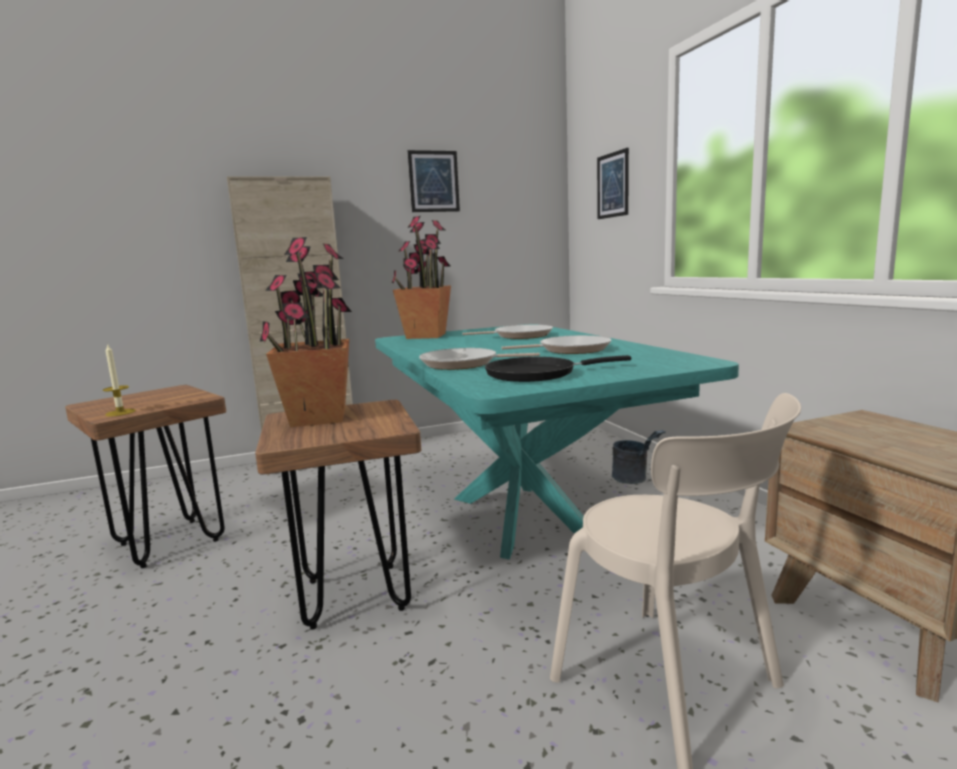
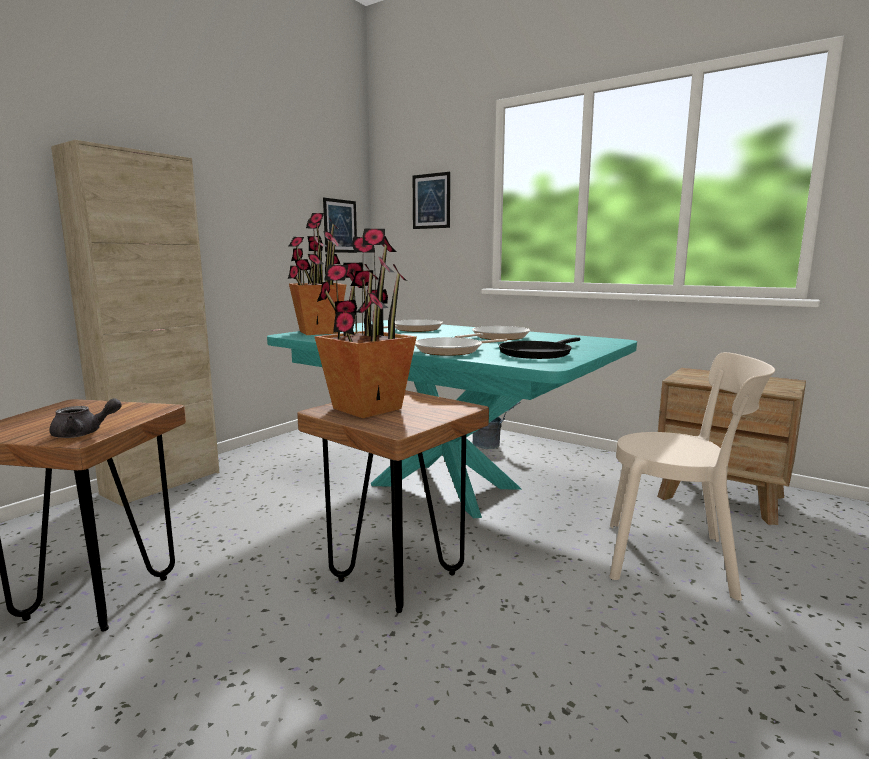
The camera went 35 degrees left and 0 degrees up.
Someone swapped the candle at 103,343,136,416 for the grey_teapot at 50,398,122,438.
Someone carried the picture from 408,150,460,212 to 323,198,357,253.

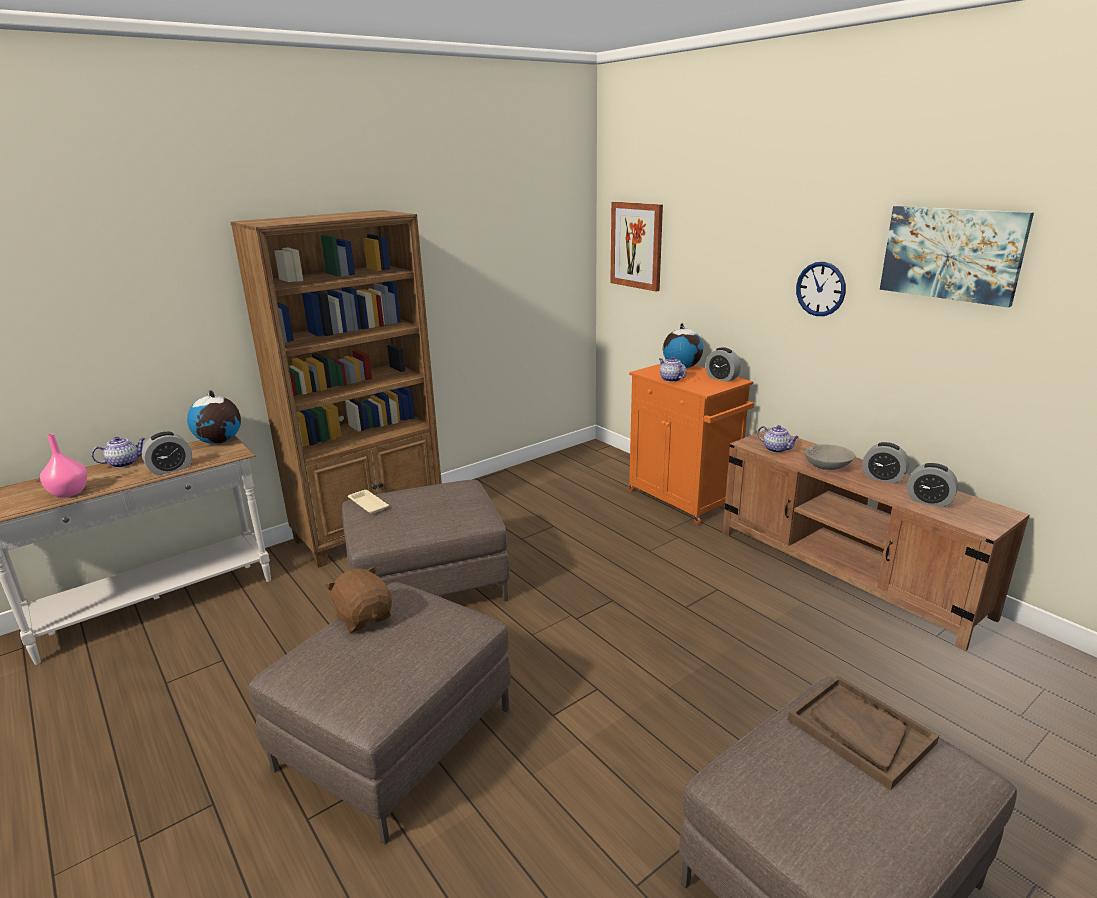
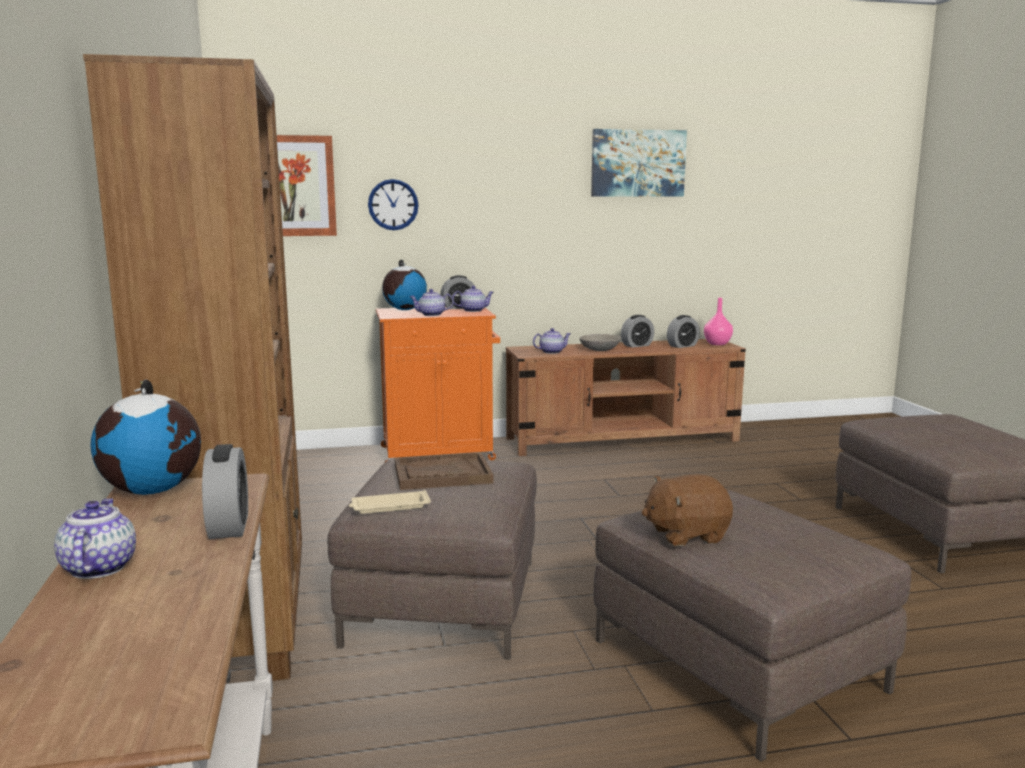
The camera went 65 degrees left and 10 degrees down.
Someone carried the wall_clock from 796,262,846,316 to 368,179,419,230.
Someone carried the brown_tray from 788,675,939,790 to 395,452,494,490.
Someone put down the teapot at 452,286,494,312.
Someone carried the pink_vase from 40,434,87,498 to 704,298,733,345.

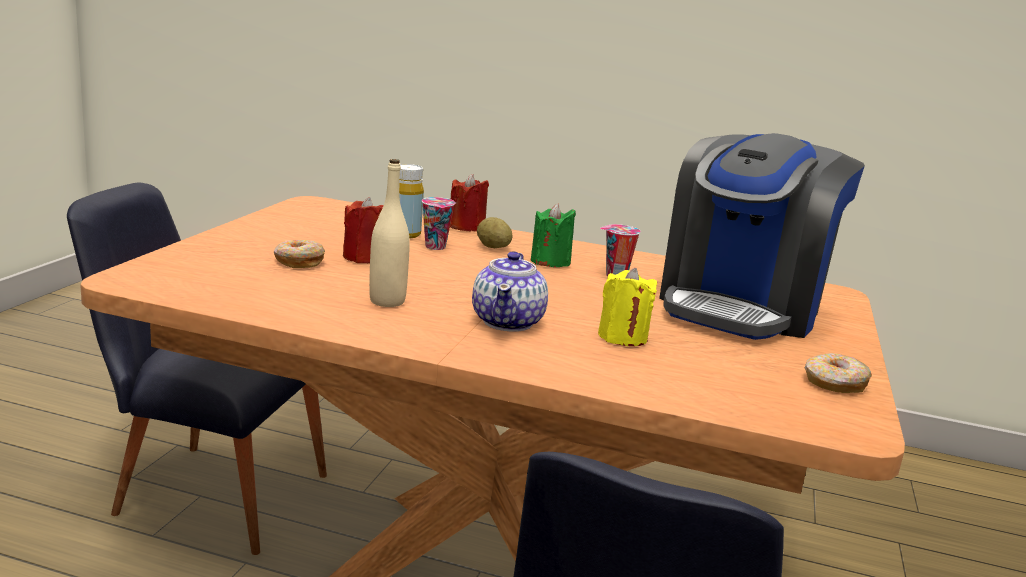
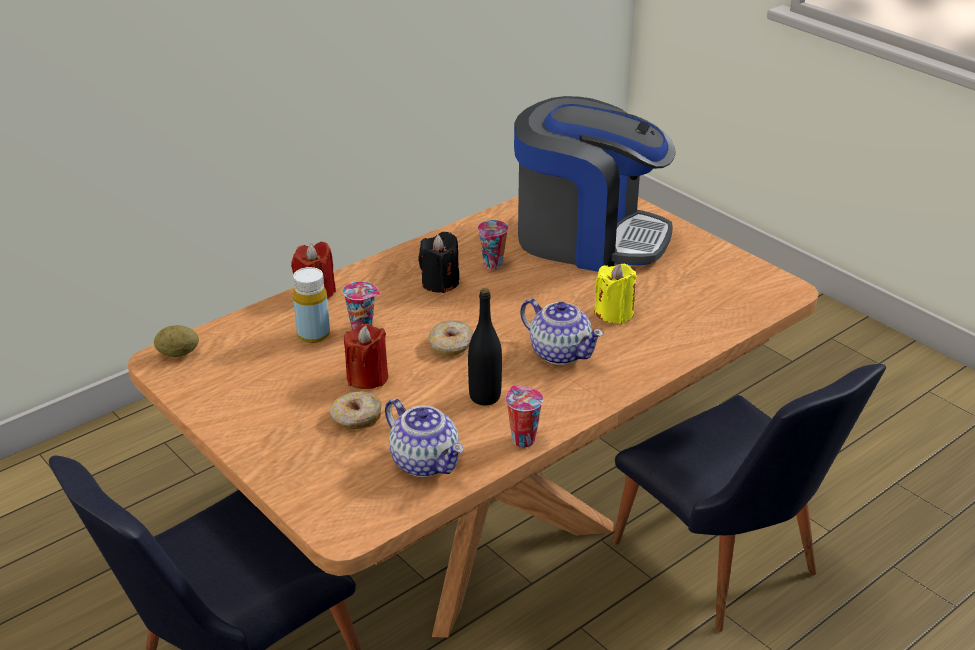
The camera went 55 degrees left and 15 degrees up.
Someone carried the potato from 477,217,513,248 to 154,325,199,357.
Someone put down the teapot at 385,399,464,477.
Someone repainted the green_candle at 531,204,576,267, which became the black_candle at 418,232,459,293.
Someone carried the donut from 805,353,872,393 to 428,320,473,356.
Someone repainted the beige_bottle at 369,159,410,307, which became the black_bottle at 468,288,502,405.
Someone put down the cup at 505,385,543,448.
Someone rotated the coffee_machine at 659,133,865,340 by 45 degrees counterclockwise.

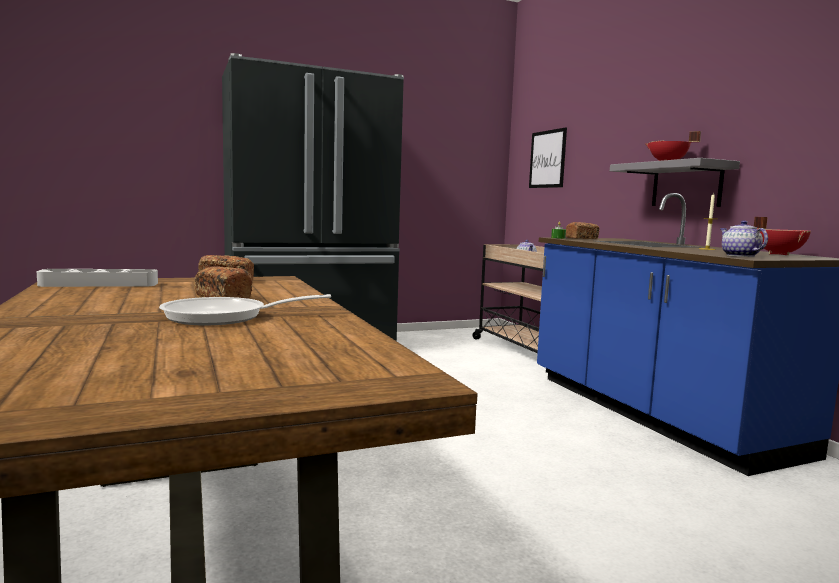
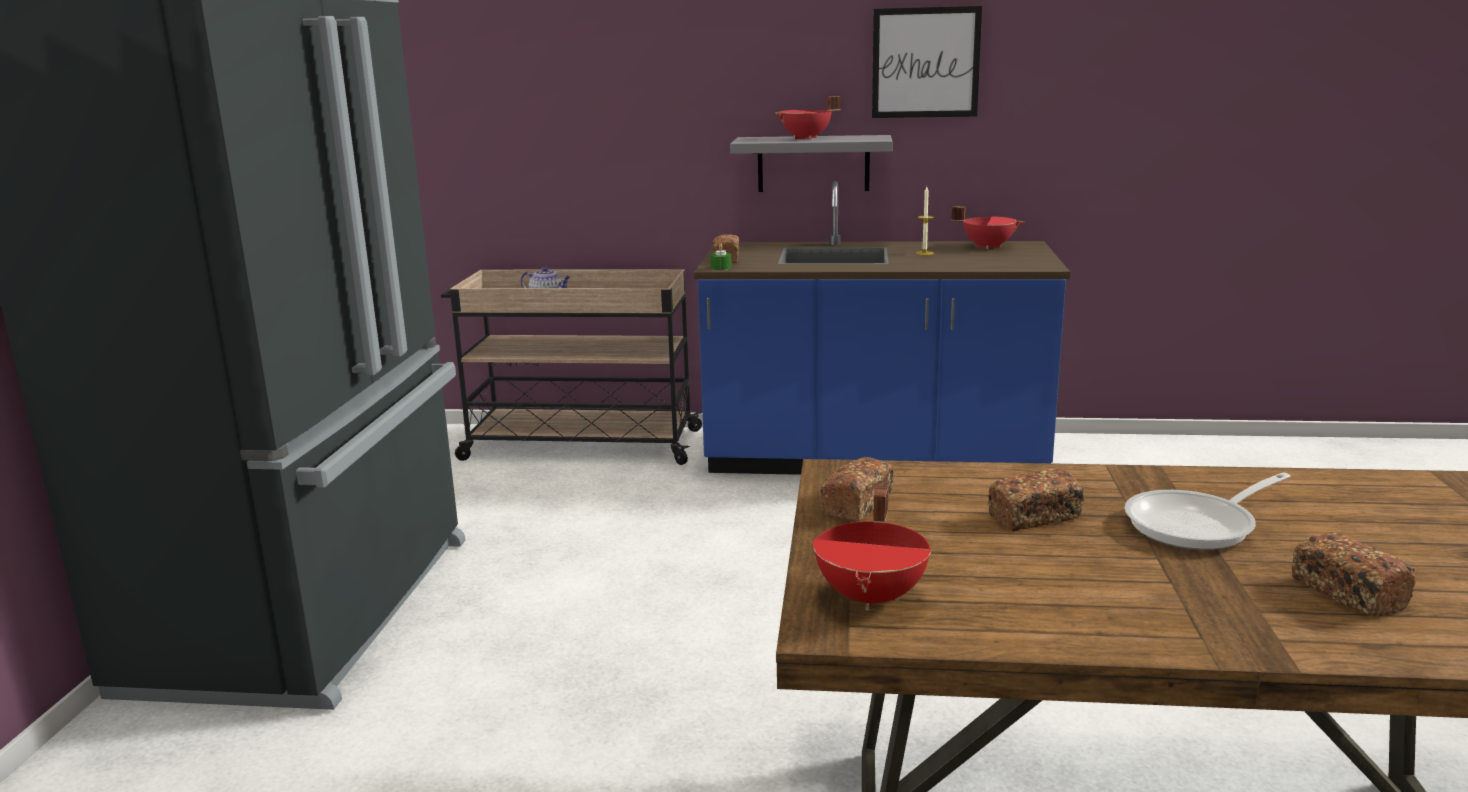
The camera went 60 degrees left and 10 degrees up.
Someone swapped the grey_tray at 37,269,158,287 for the red_cooking_pot at 813,486,931,611.
Someone carried the picture from 529,127,567,188 to 872,6,982,118.
Someone rotated the frying_pan at 159,294,331,325 by 45 degrees clockwise.
Someone put down the bread at 1292,533,1416,617.
Someone took away the teapot at 720,220,768,257.

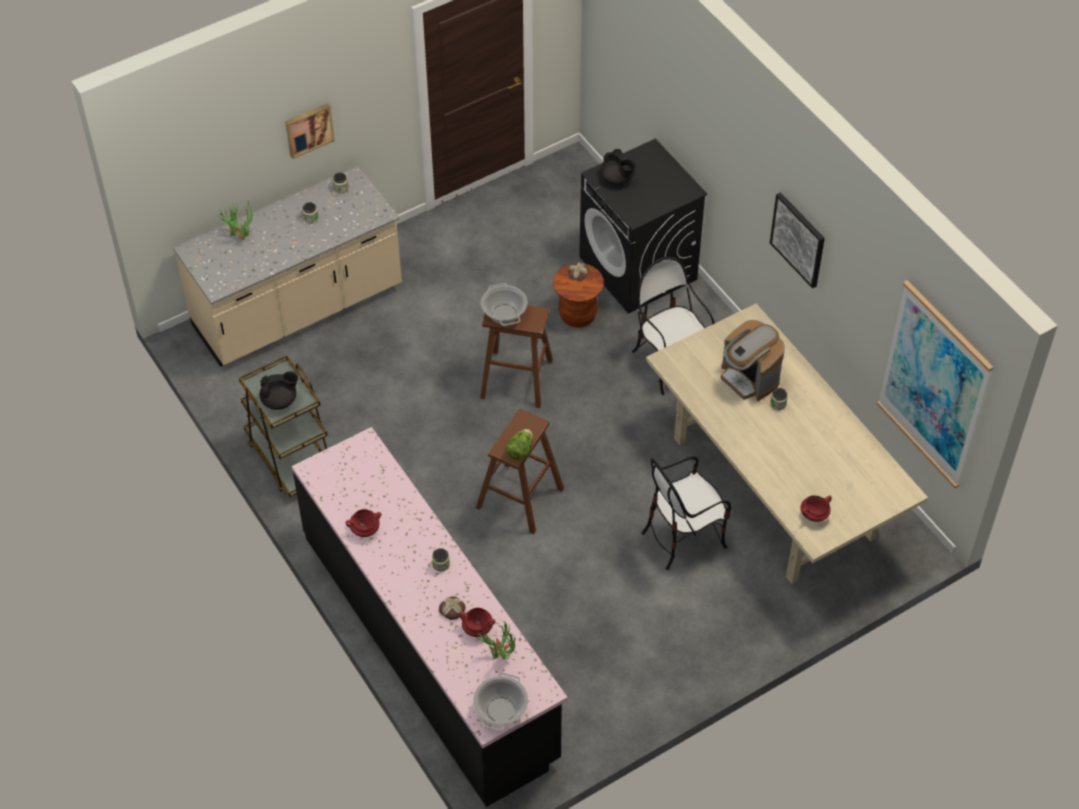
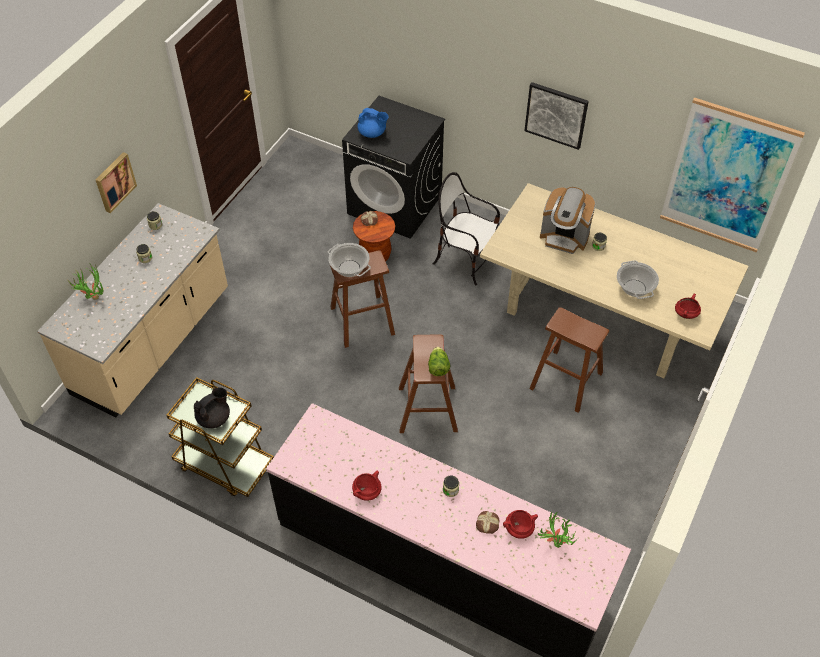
The camera went 30 degrees left and 0 degrees up.
Someone repainted the black_teapot at 600,149,636,185, which became the blue_teapot at 358,108,389,138.
Someone swapped the chair at 641,457,732,570 for the brown_stool at 529,307,609,413.
Someone carried the cooking_pot from 473,673,528,731 to 617,260,659,299.

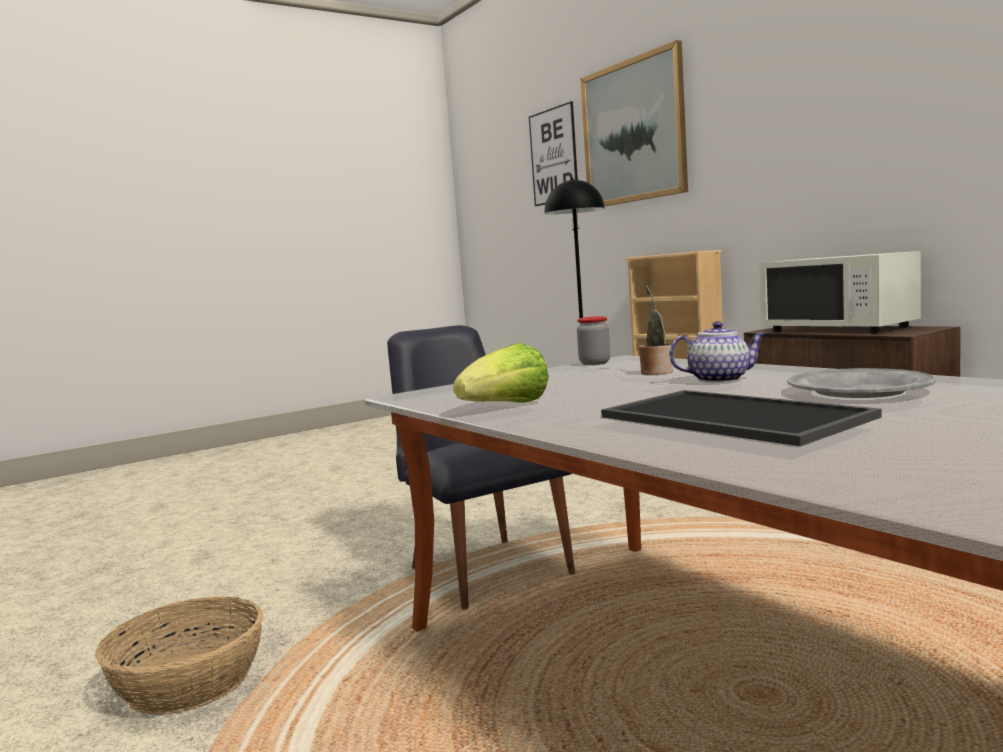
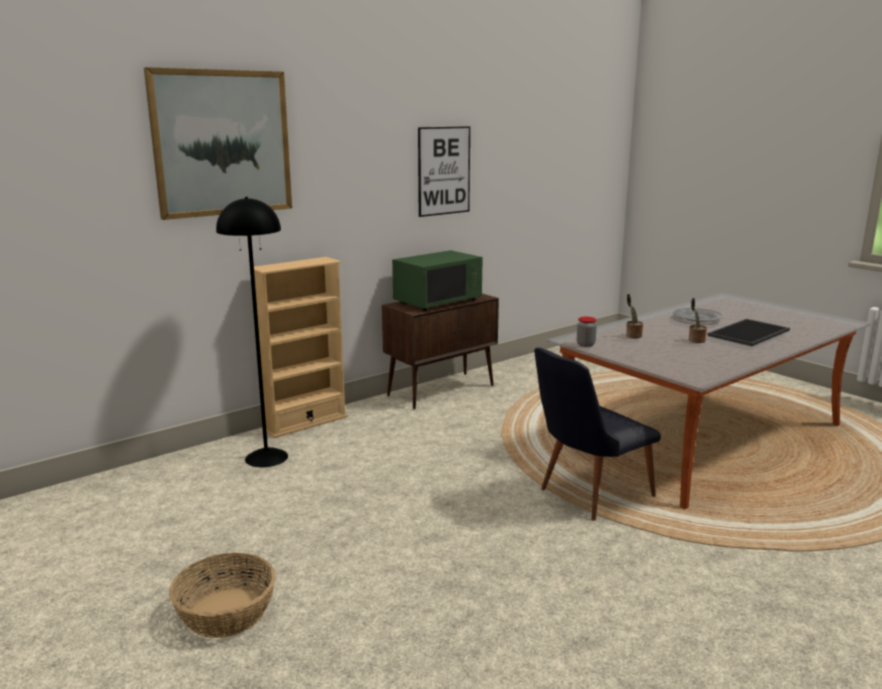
The camera went 95 degrees left and 10 degrees up.
Someone carried the basket from 95,597,263,715 to 169,552,276,638.
Someone repainted the white_microwave at 759,251,921,334, which became the green_microwave at 392,250,483,311.
Someone carried the picture from 529,101,578,206 to 418,126,470,217.
Someone put down the potted_plant at 689,298,707,343.
Someone took away the lettuce at 453,343,549,403.
Someone took away the teapot at 669,321,766,383.

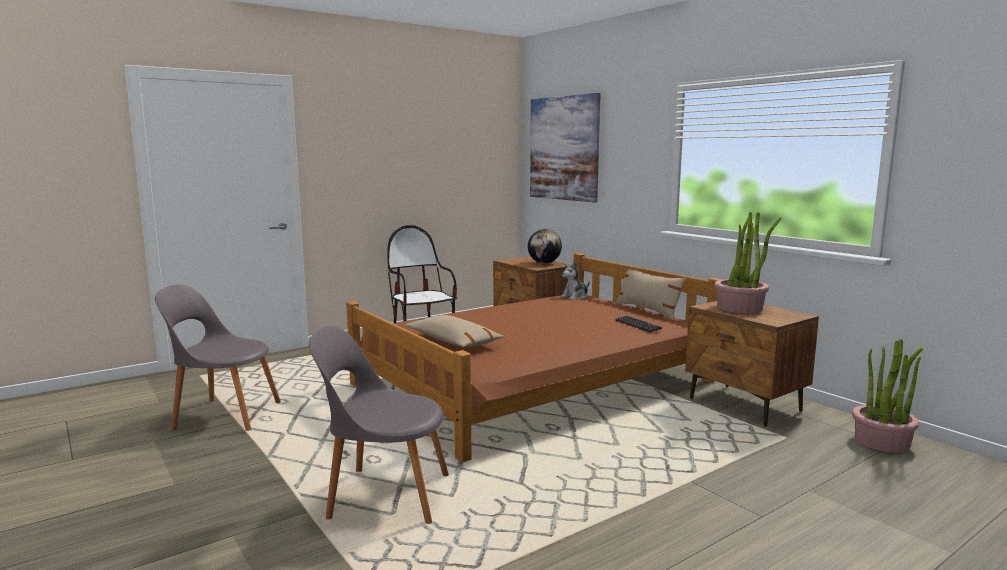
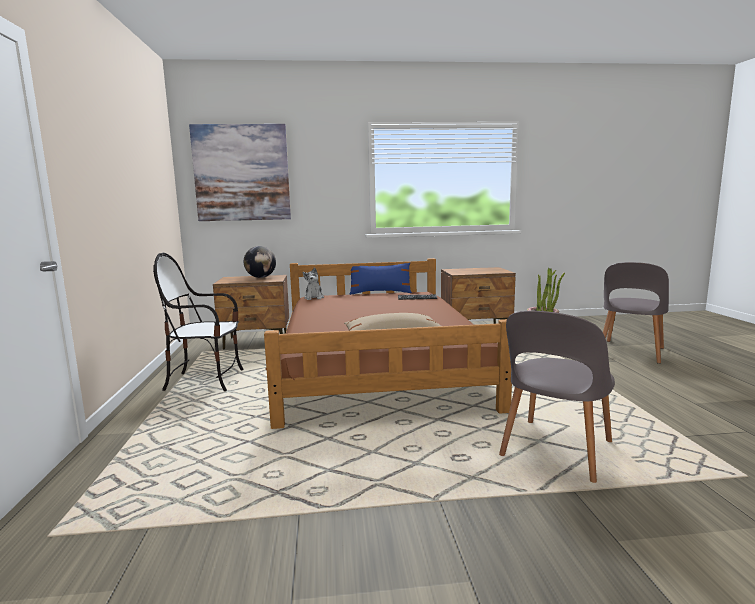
The camera went 60 degrees left and 0 degrees up.
Someone repainted the beige_pillow at 616,269,686,320, which became the blue_pillow at 350,263,412,295.
Someone carried the grey_chair from 155,285,281,431 to 603,262,669,364.
Someone took away the potted_plant at 714,212,781,314.

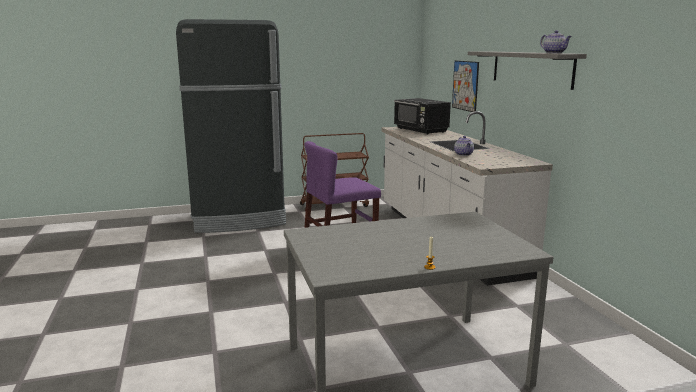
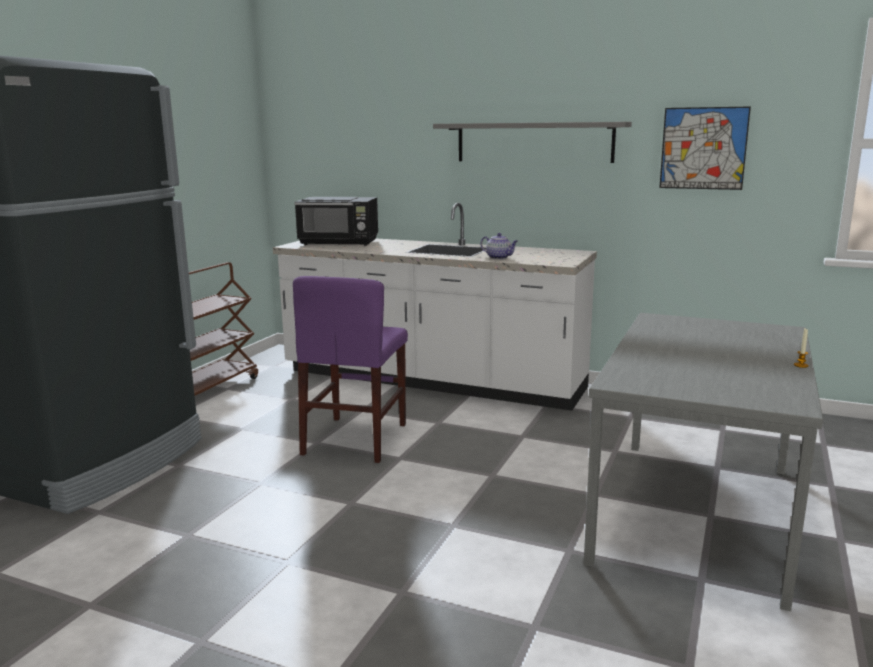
The camera went 50 degrees left and 0 degrees up.
Someone carried the picture from 452,61,479,112 to 659,106,751,190.
Someone took away the teapot at 540,30,572,53.

